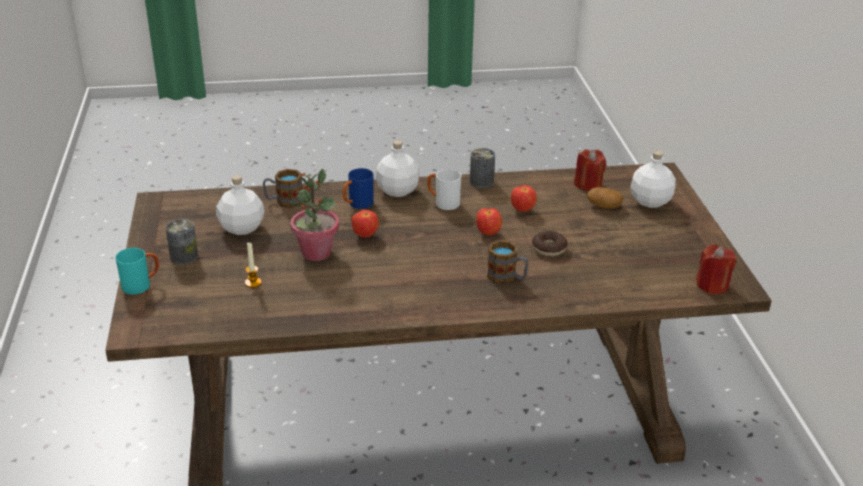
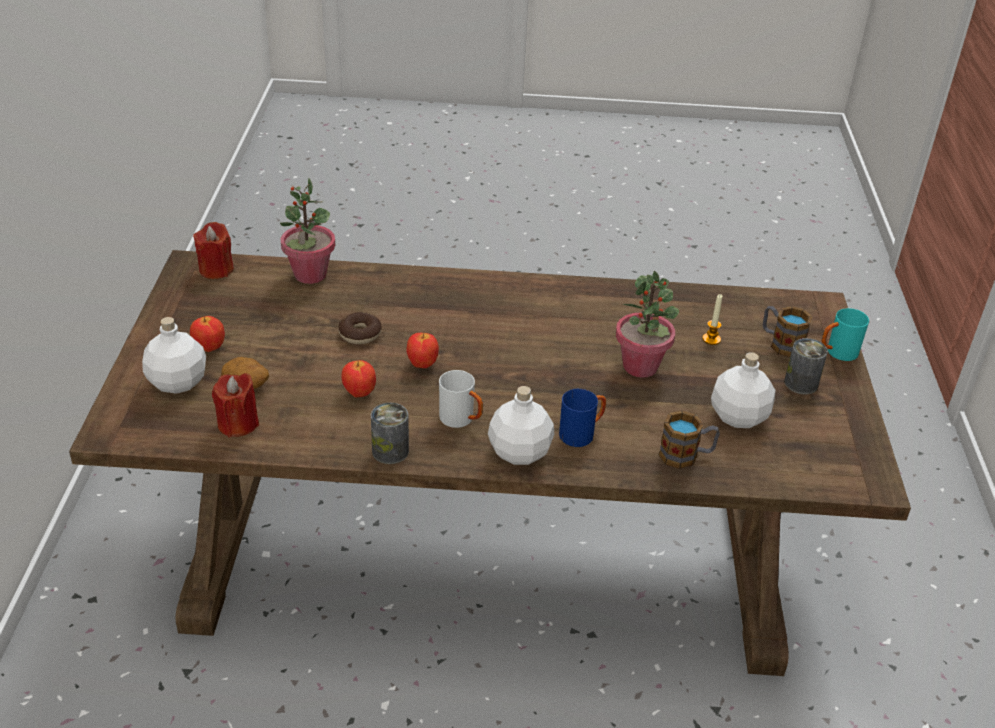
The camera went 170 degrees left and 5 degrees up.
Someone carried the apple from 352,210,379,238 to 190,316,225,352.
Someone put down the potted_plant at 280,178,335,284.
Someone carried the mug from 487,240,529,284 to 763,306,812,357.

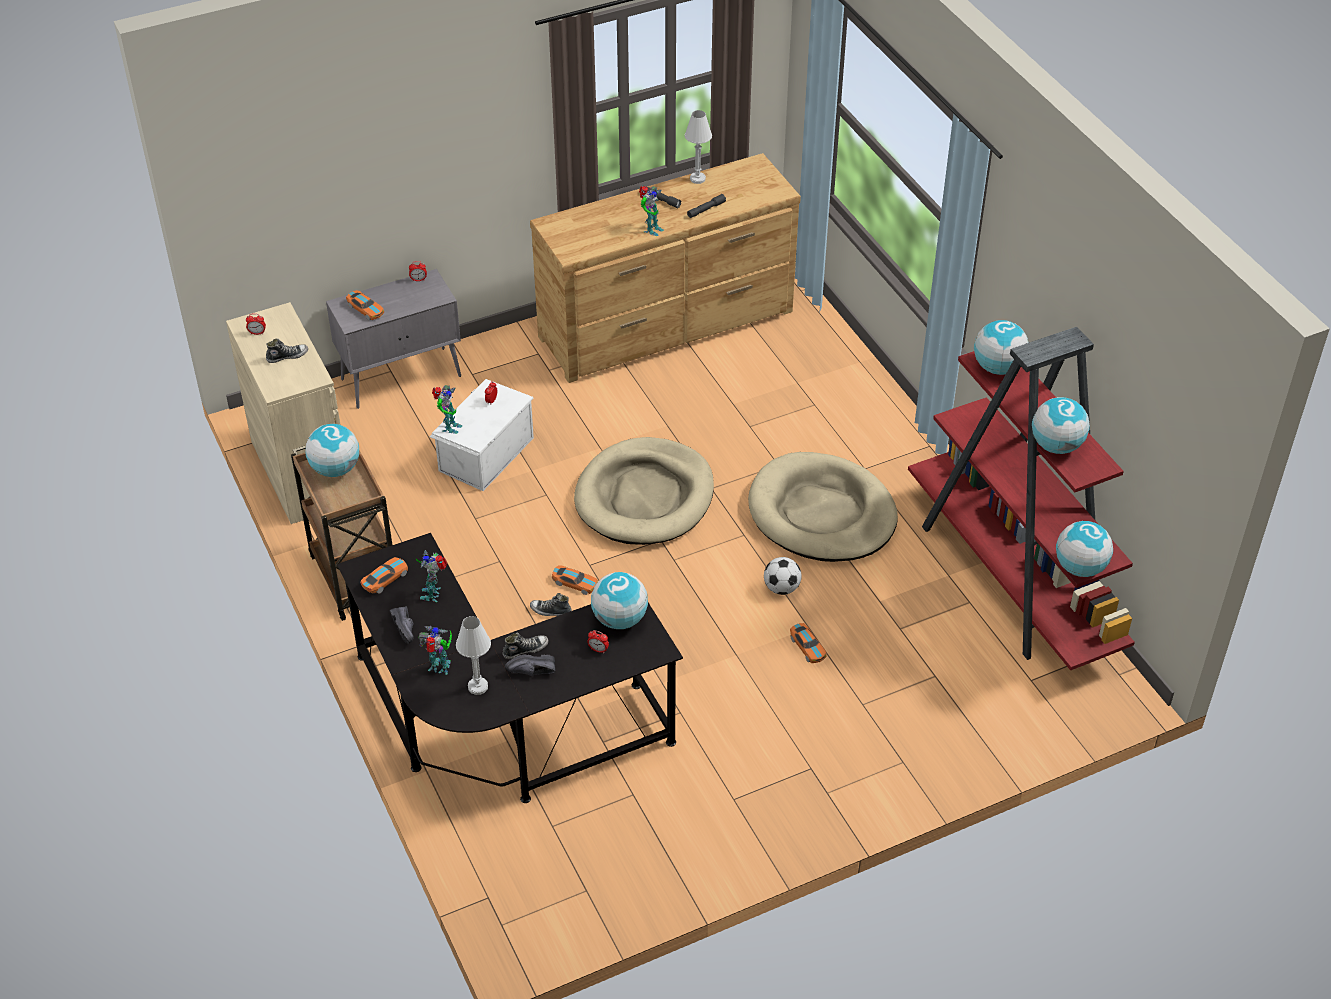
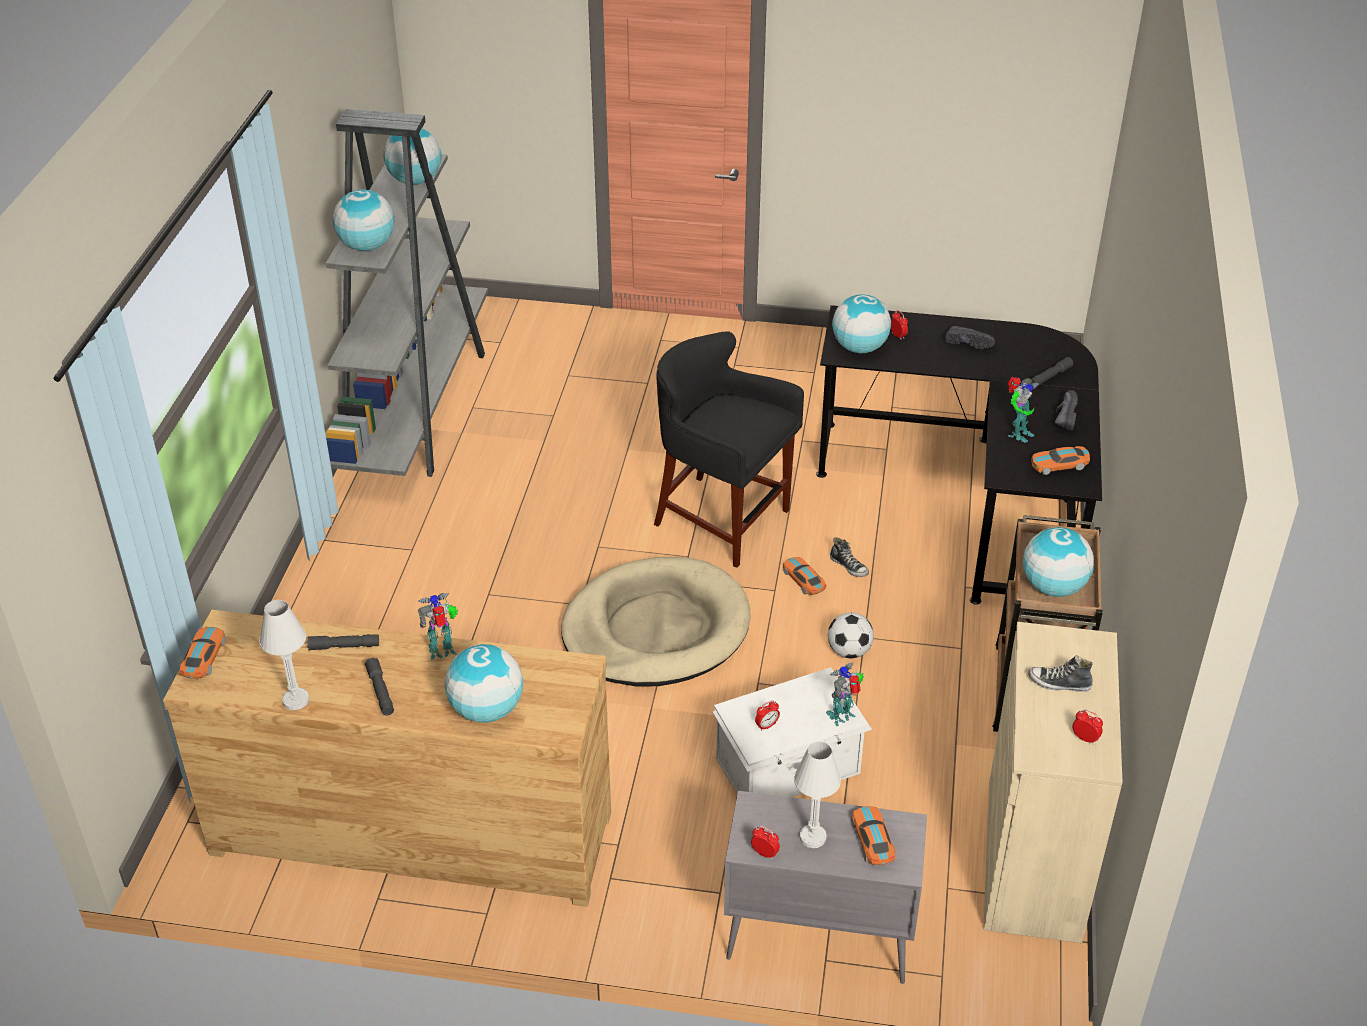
The camera went 145 degrees left and 5 degrees down.
Someone carried the toy_car from 790,623,827,663 to 179,627,226,679.
Someone repainted the red_bookcase at 908,327,1135,670, which became the grey_bookcase at 326,109,488,477.
Someone carried the globe from 1056,521,1113,577 to 445,644,523,723.
Someone put down the black_stool at 654,331,804,568.
Someone carried the white_table_lamp from 456,616,491,695 to 794,741,841,848.
Someone carried the football from 764,557,802,595 to 828,612,874,659.
Someone swapped the toy_robot at 418,626,452,675 for the grey_flashlight at 1031,357,1073,386.
Someone took away the shoe at 503,633,548,659.
Someone took away the beige_dog_bed at 748,452,898,562.

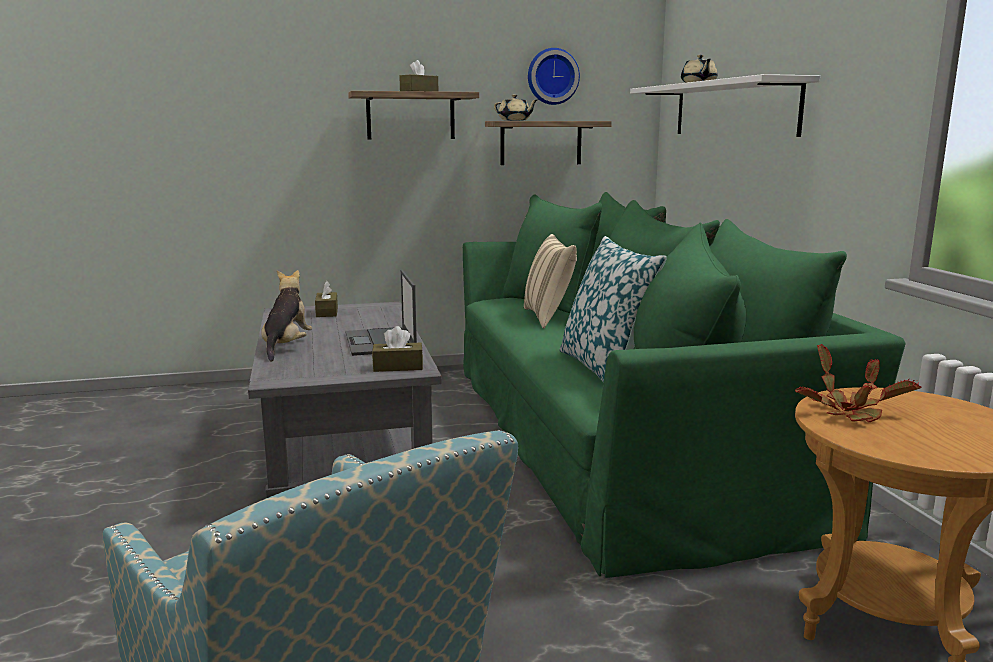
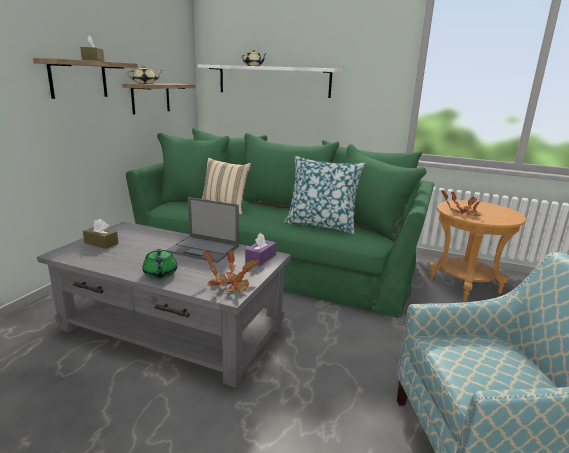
The camera went 55 degrees left and 5 degrees up.
Someone swapped the plush_toy at 261,270,313,362 for the green_teapot at 143,249,177,279.
Someone put down the potted_plant at 202,250,259,293.
Someone repainted the brown_tissue_box at 372,326,423,372, which became the purple_tissue_box at 245,233,276,266.
Someone took away the wall_clock at 528,48,580,105.

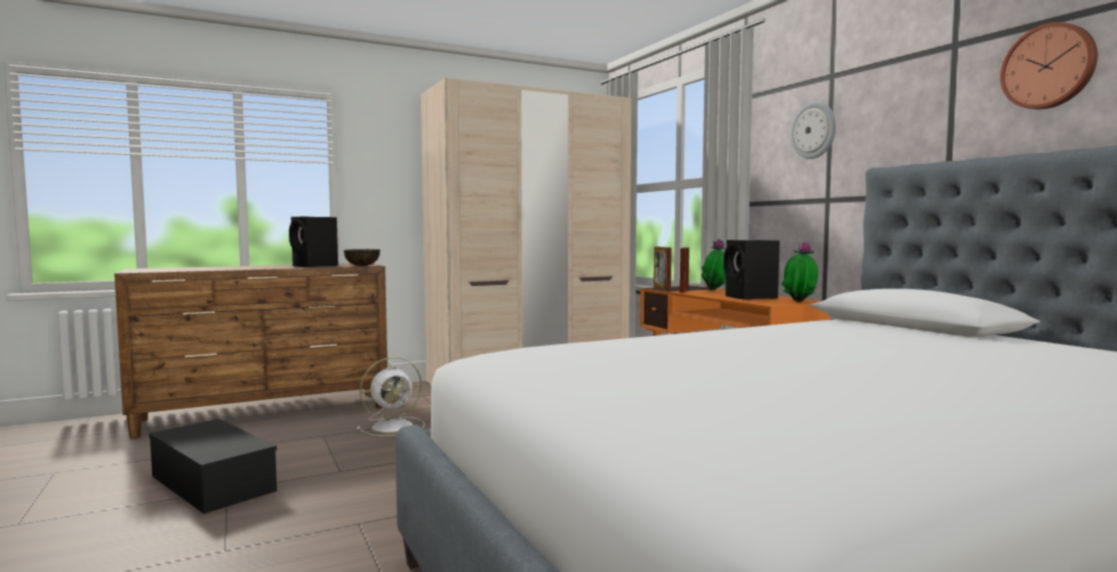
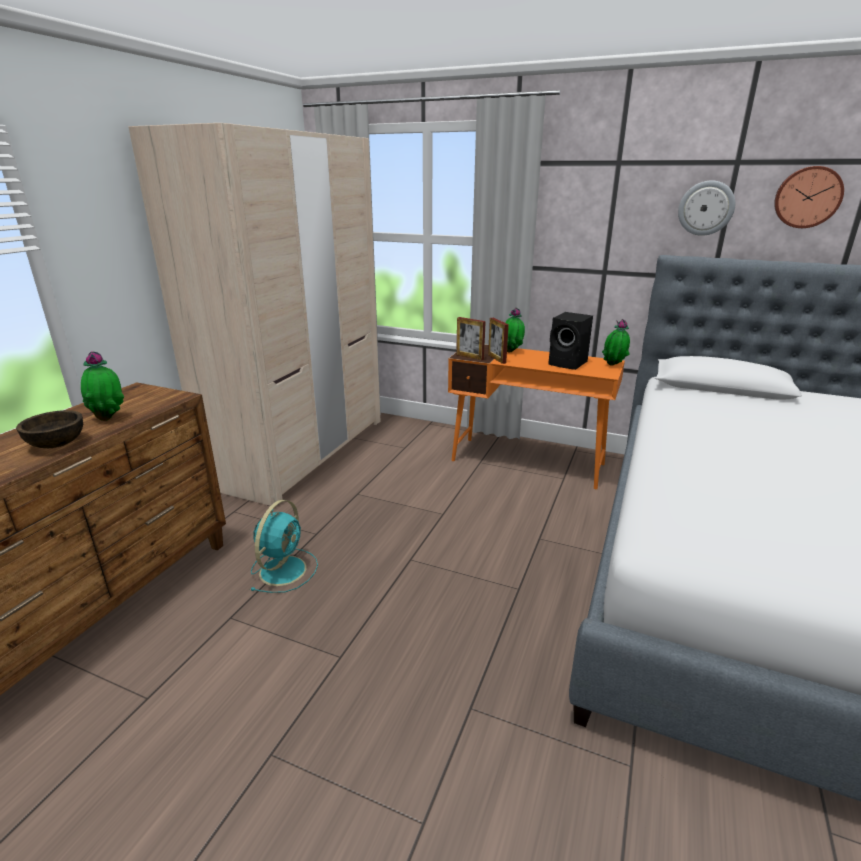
The camera went 40 degrees left and 20 degrees up.
Someone carried the brown_bowl from 344,249,380,266 to 16,410,83,448.
Someone swapped the black_speaker at 289,217,338,267 for the potted_plant at 81,351,124,421.
Someone repainted the white_fan at 357,357,425,436, which became the turquoise_fan at 250,500,318,593.
Someone carried the wall_clock from 791,102,836,159 to 678,180,735,236.
Someone took away the black_storage_box at 149,419,277,514.

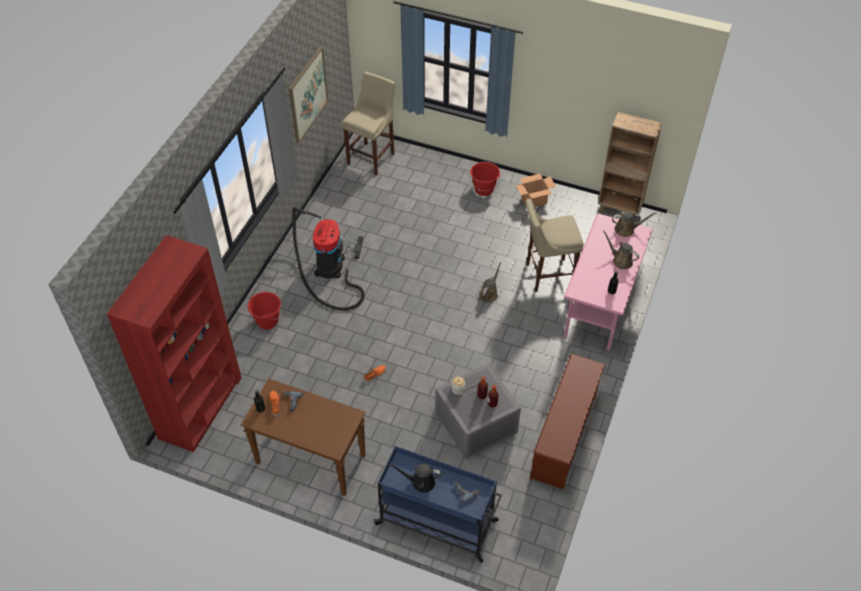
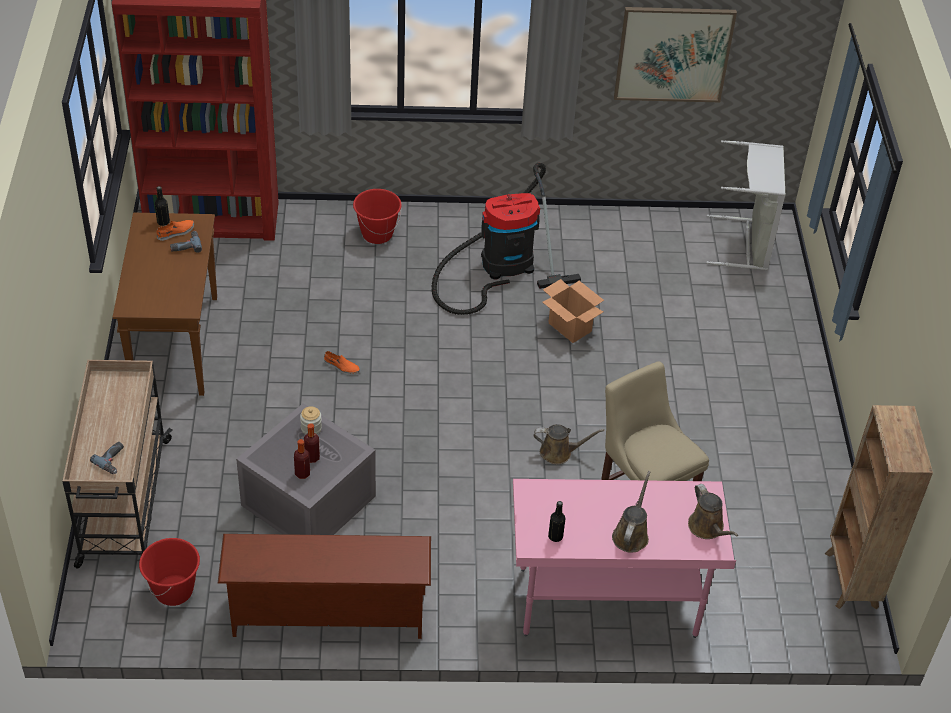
The camera went 65 degrees right and 5 degrees down.
Someone repainted the blue_cart at 373,446,502,563, which became the beige_cart at 62,360,173,569.
Someone carried the red_bucket from 469,162,500,196 to 139,538,200,606.
Someone carried the cardboard_box from 516,174,556,208 to 543,279,604,343.
Someone swapped the beige_stool at 342,72,395,176 for the grey_laundry_basket at 706,140,786,270.
Someone took away the black_watering_can at 390,464,442,493.

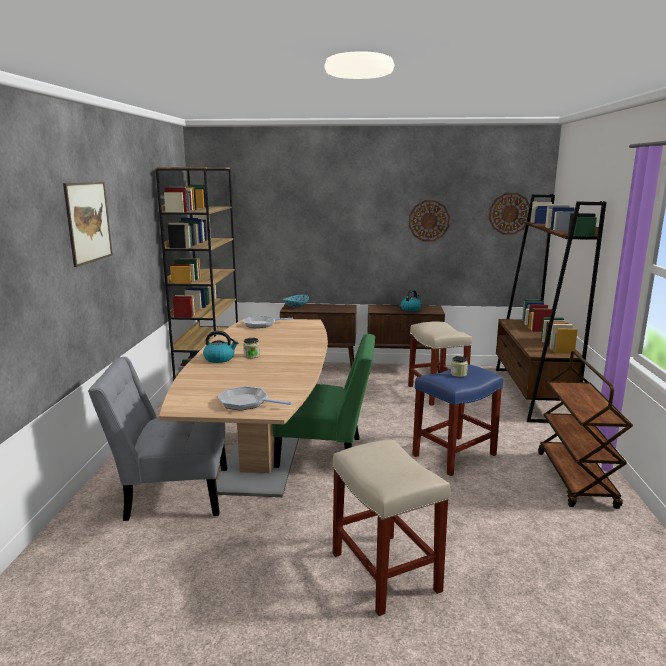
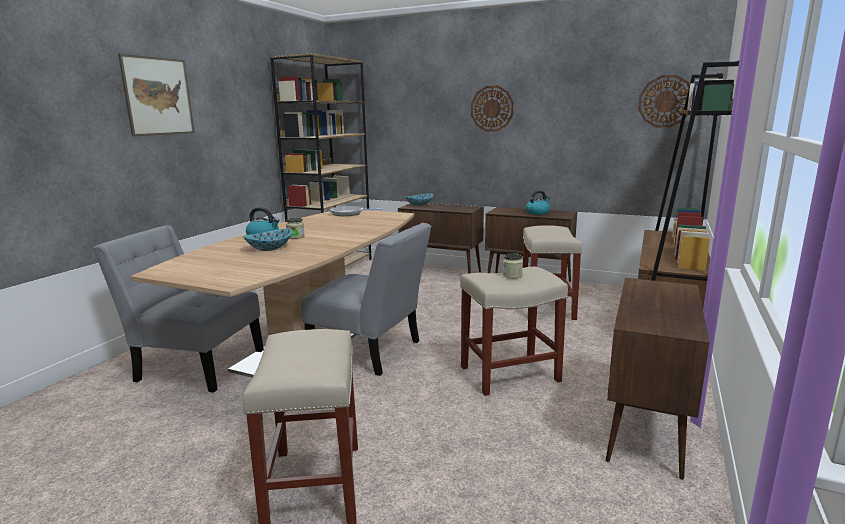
The camera went 20 degrees right and 0 degrees up.
Someone put down the bowl at 242,229,293,251.
Someone repainted the green_chair at 272,334,375,468, which became the grey_chair at 301,223,431,376.
Someone repainted the blue_stool at 412,364,503,476, which became the beige_stool at 460,266,568,396.
Someone carried the wall_clock from 409,200,450,241 to 471,86,514,132.
Someone swapped the brown_cart at 538,351,633,509 for the brown_cabinet at 606,278,709,480.
Someone took away the frying_pan at 218,386,292,411.

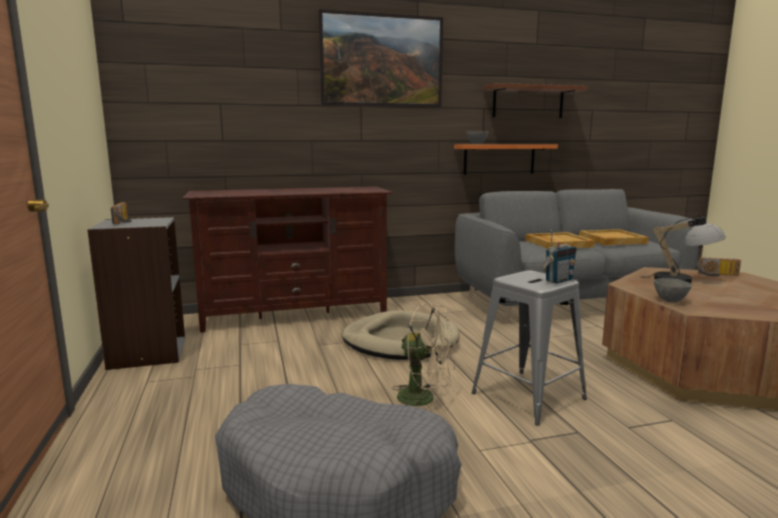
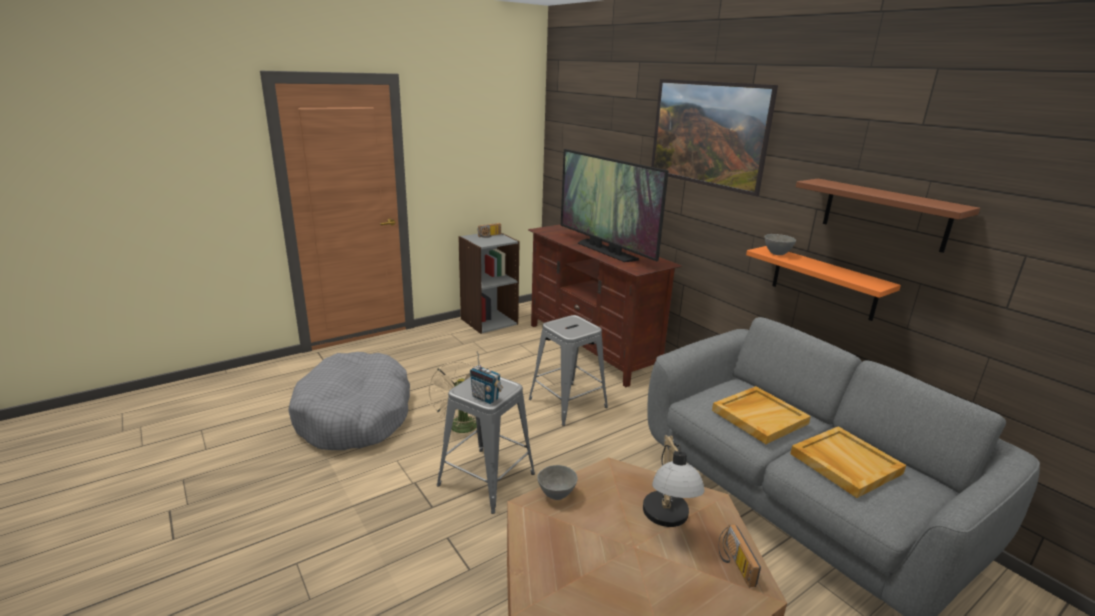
The camera went 70 degrees right and 10 degrees up.
Someone swapped the beige_dog_bed at 342,311,459,360 for the grey_stool at 529,315,608,426.
Someone put down the television at 561,149,669,262.

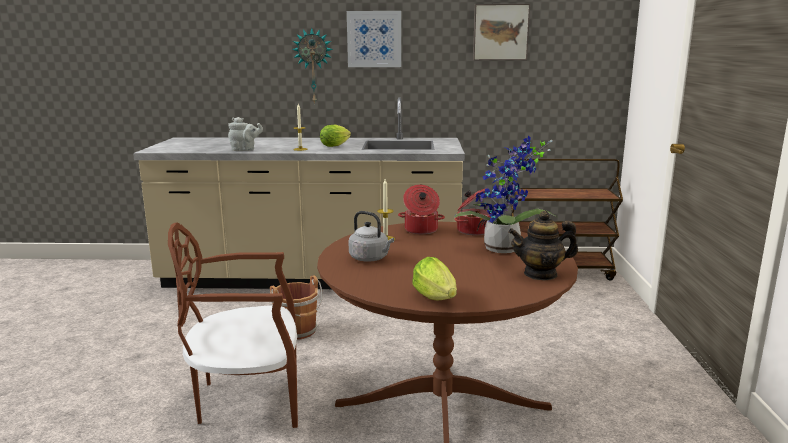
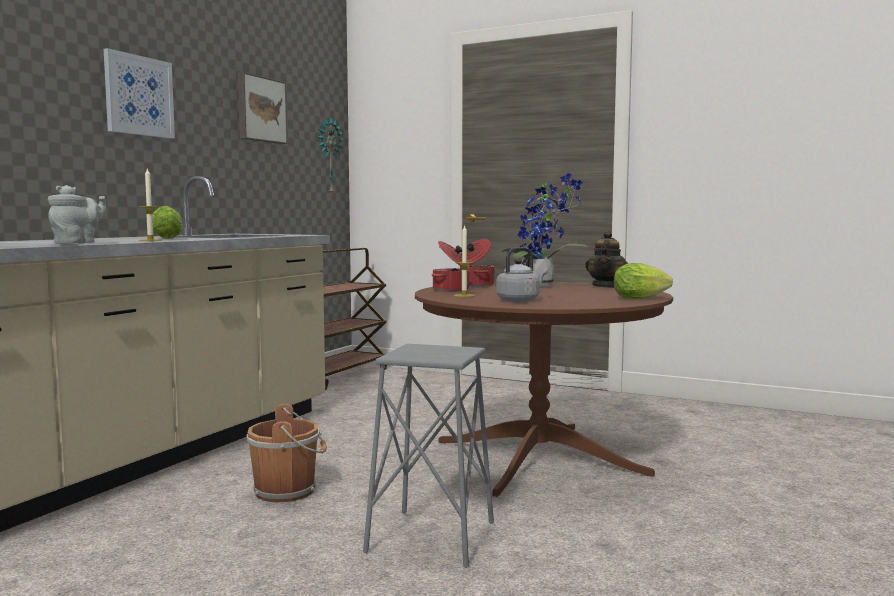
The camera went 65 degrees left and 10 degrees down.
Someone carried the wall_clock from 292,28,333,104 to 318,117,343,194.
Someone swapped the brown_chair at 168,223,298,428 for the grey_stool at 363,344,494,568.

